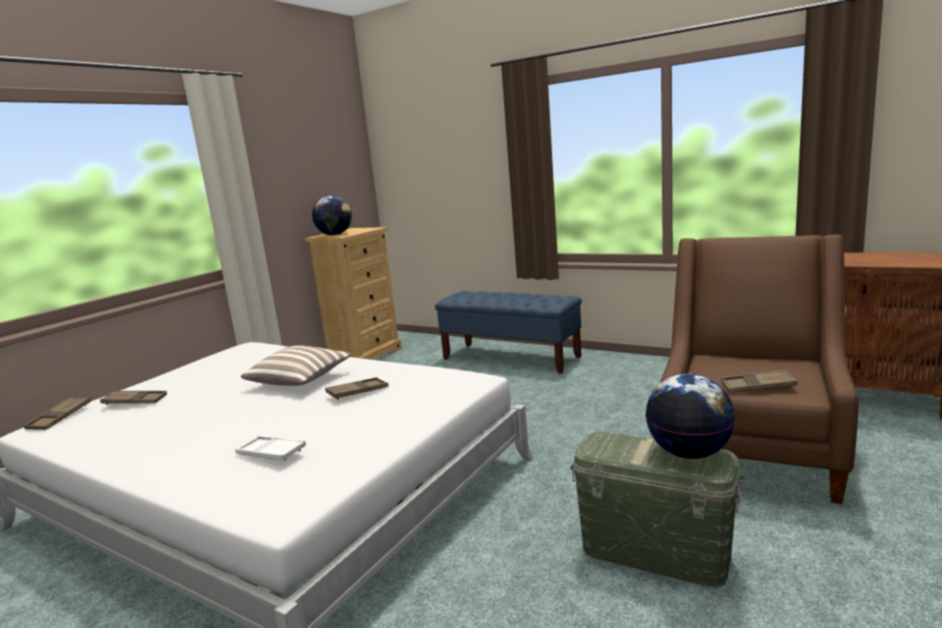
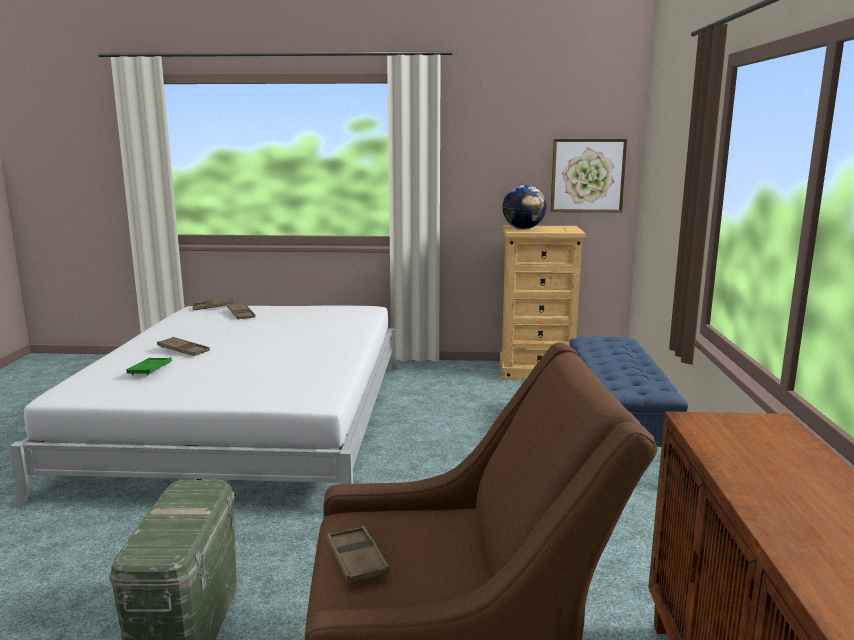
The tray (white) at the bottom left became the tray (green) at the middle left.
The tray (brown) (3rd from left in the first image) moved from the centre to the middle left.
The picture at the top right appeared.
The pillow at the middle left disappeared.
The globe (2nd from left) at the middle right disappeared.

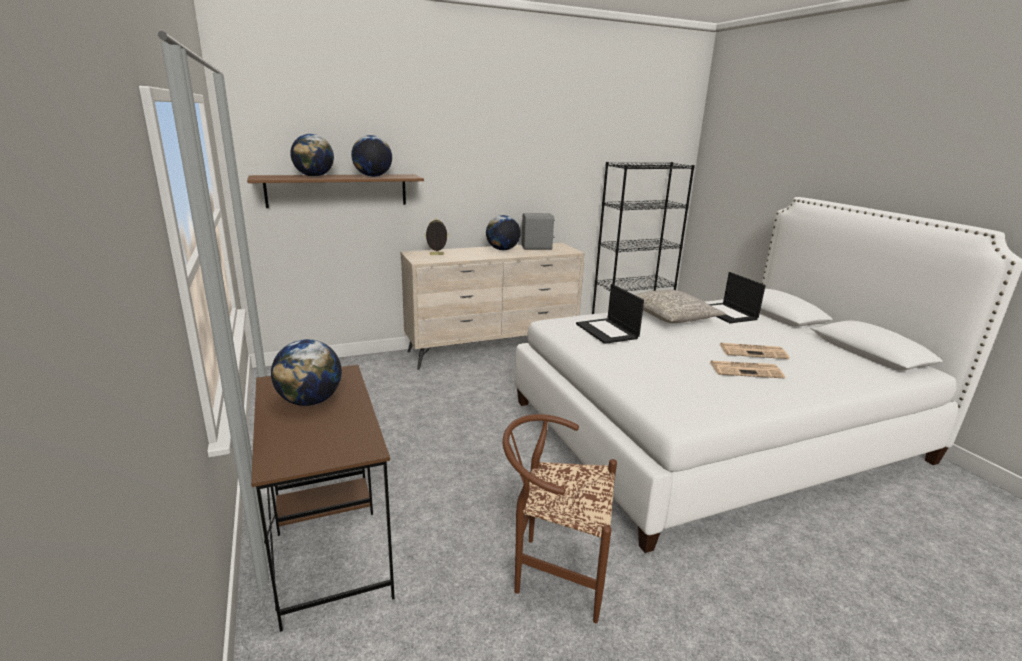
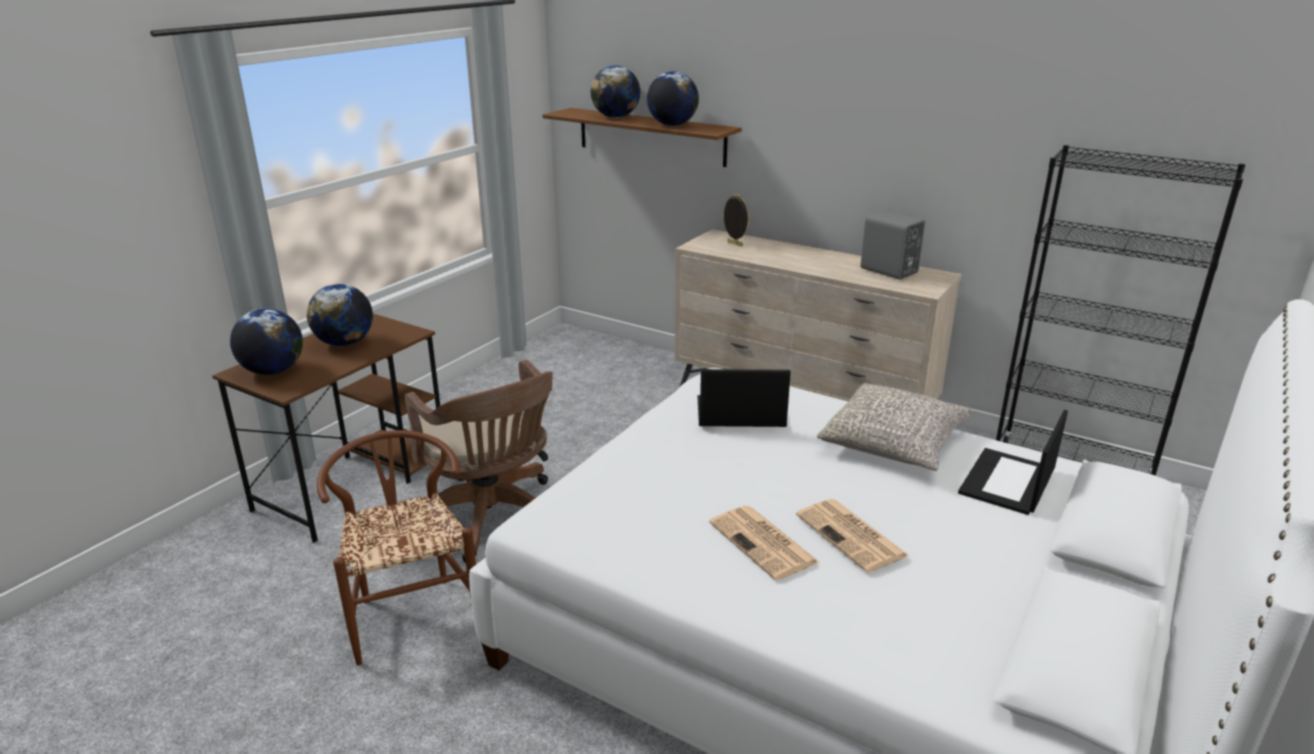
The globe (4th from left in the first image) moved from the centre to the middle left.
The office chair (brown) at the centre appeared.
The laptop (1st from left) at the centre turned 60 degrees clockwise.

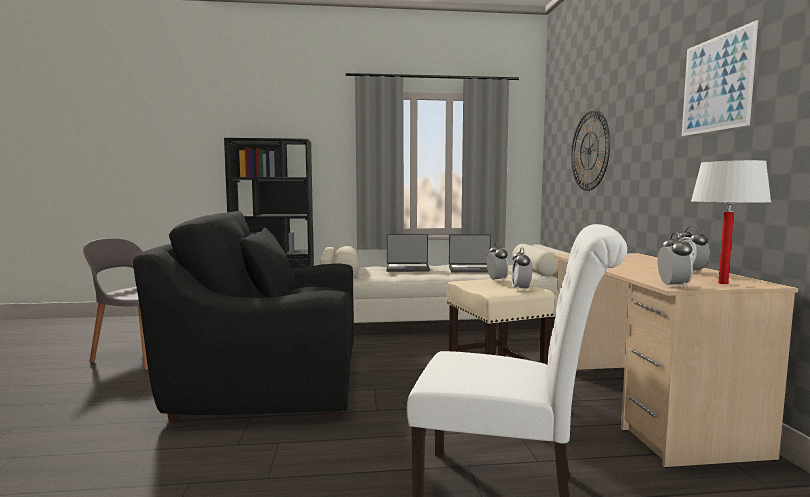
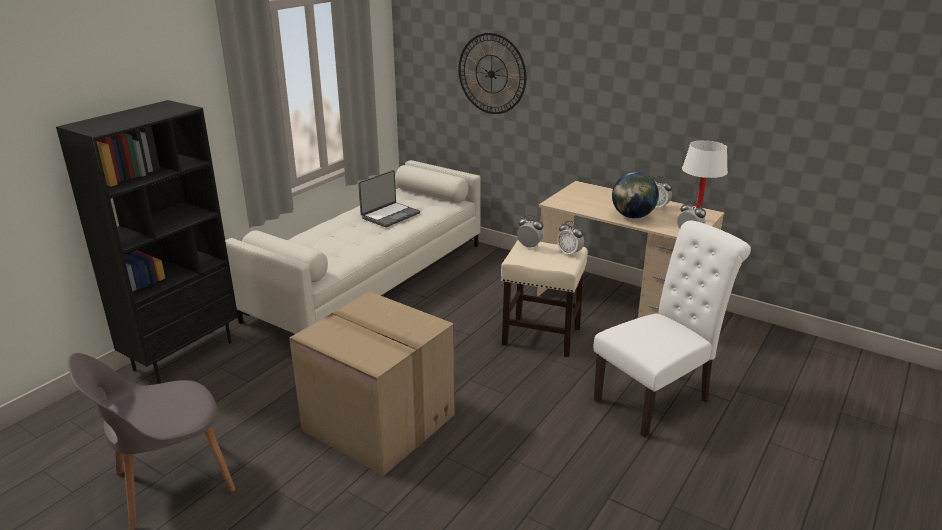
The armchair (black) at the middle left was replaced by the cardboard box at the bottom centre.
The globe at the middle right appeared.
The laptop (1st from left) at the centre disappeared.
The picture at the top right disappeared.

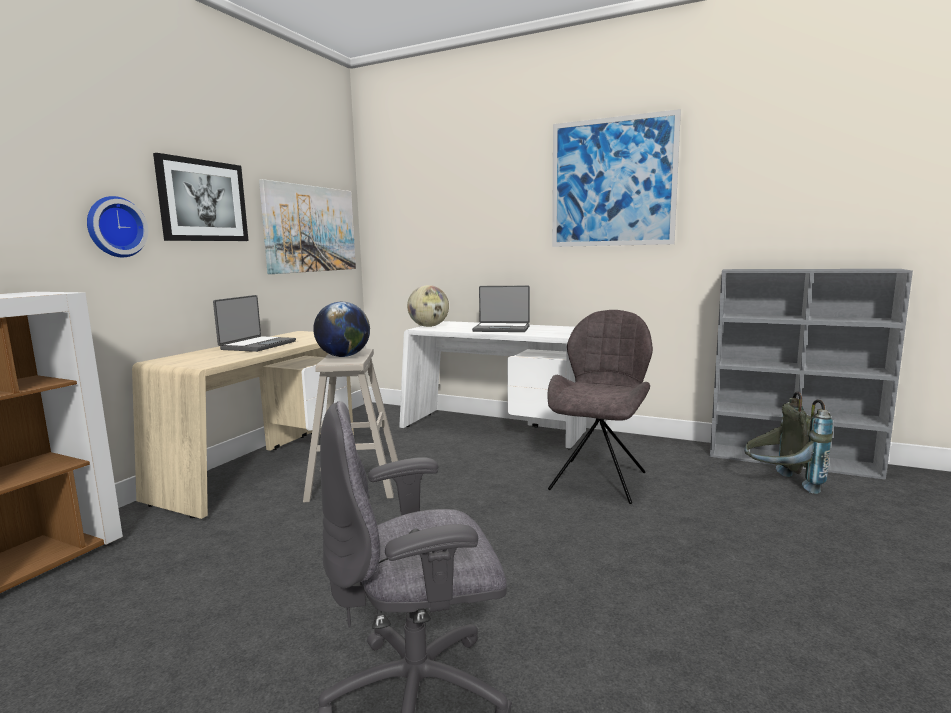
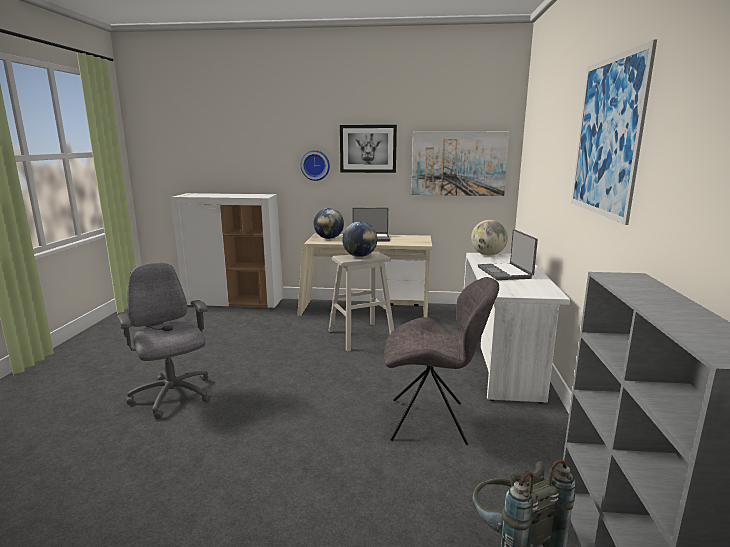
The globe (1st from left) at the centre appeared.

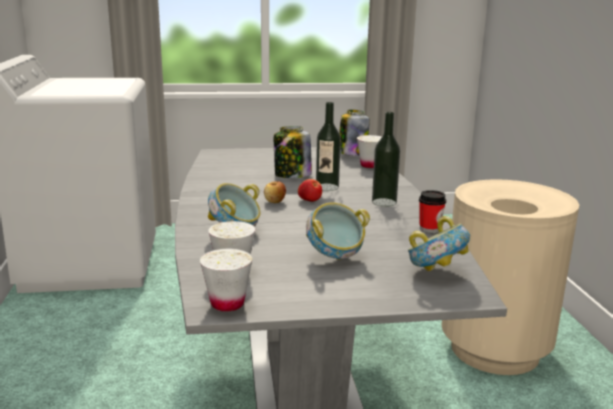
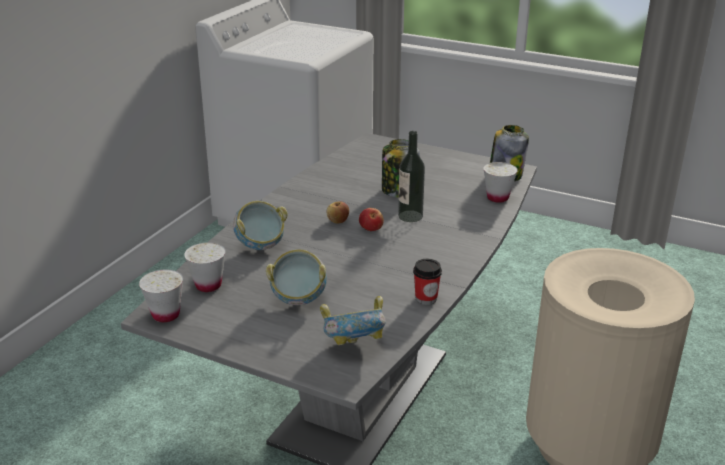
The bottle (2nd from left) at the centre disappeared.

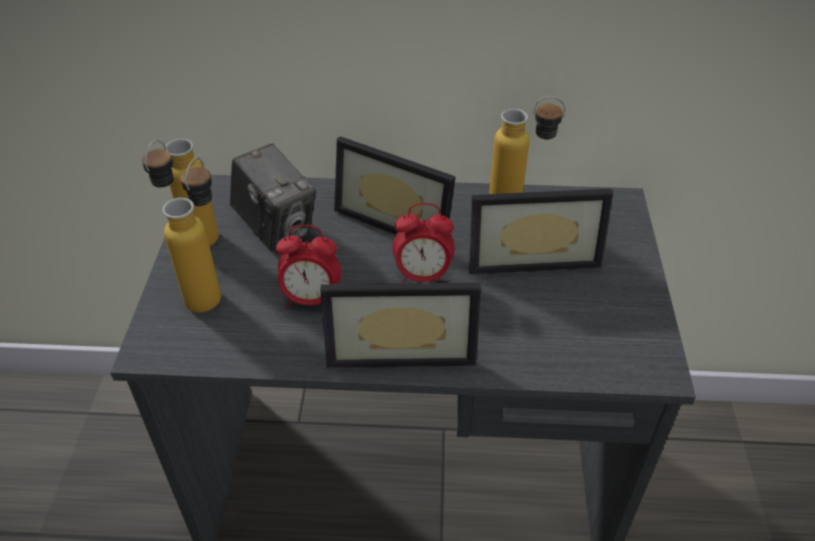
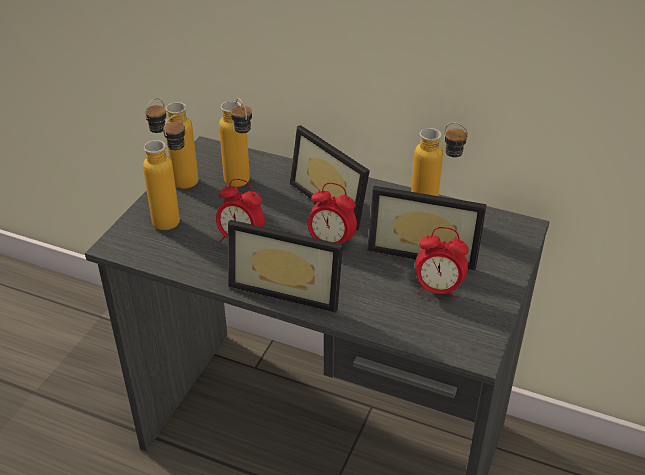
The photo camera at the centre was replaced by the bottle (3rd from left) at the top centre.
The alarm clock (3rd from left) at the middle right appeared.

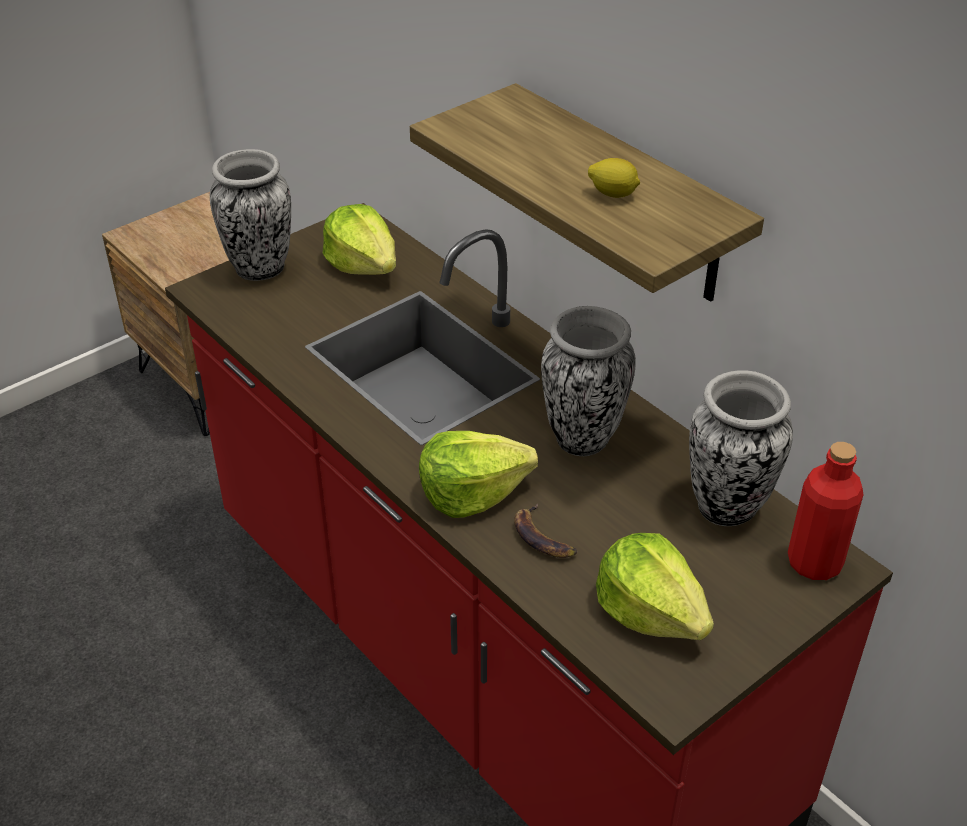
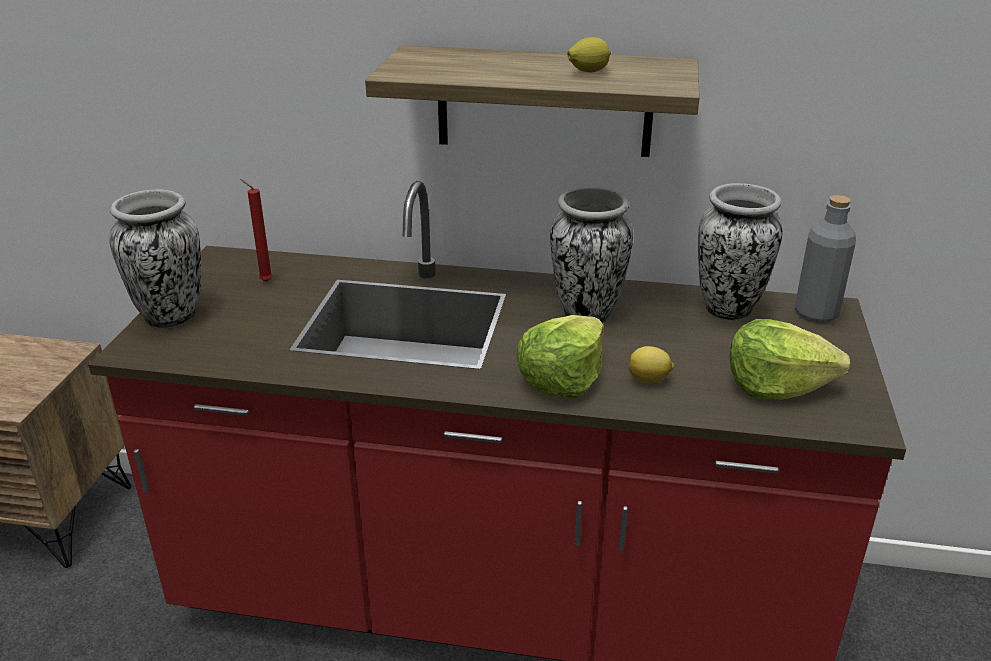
The lettuce (1st from left) at the top centre was replaced by the candle (red) at the middle left.
The banana at the centre was replaced by the lemon (2nd from left) at the centre.
The bottle (red) at the middle right became the bottle (grey) at the middle right.

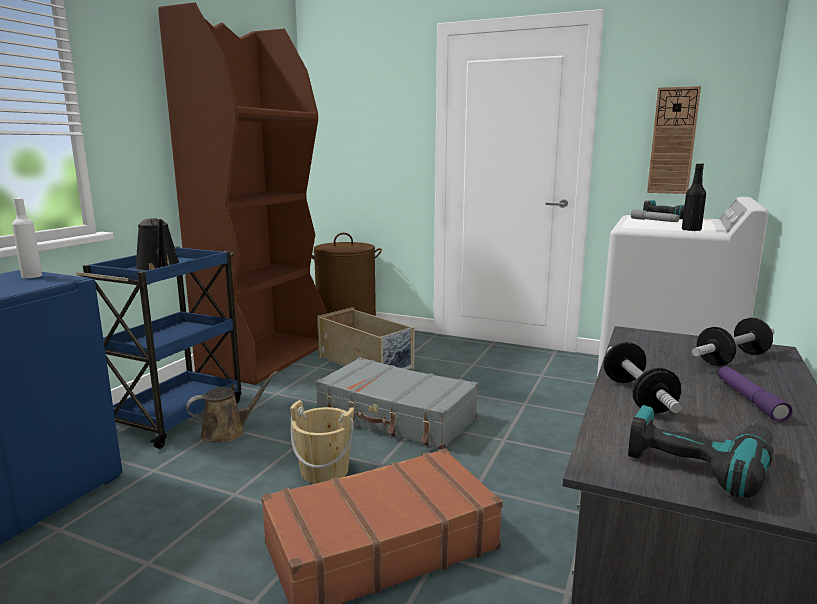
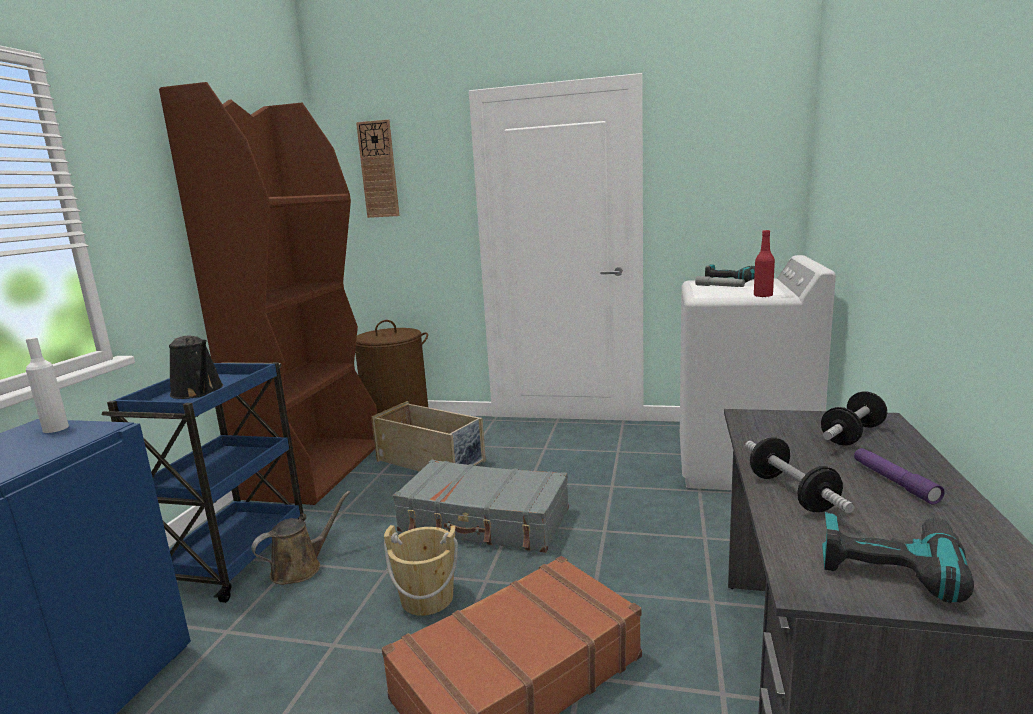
The wall clock moved from the top right to the top centre.
The bottle (black) at the top right became the bottle (red) at the middle right.

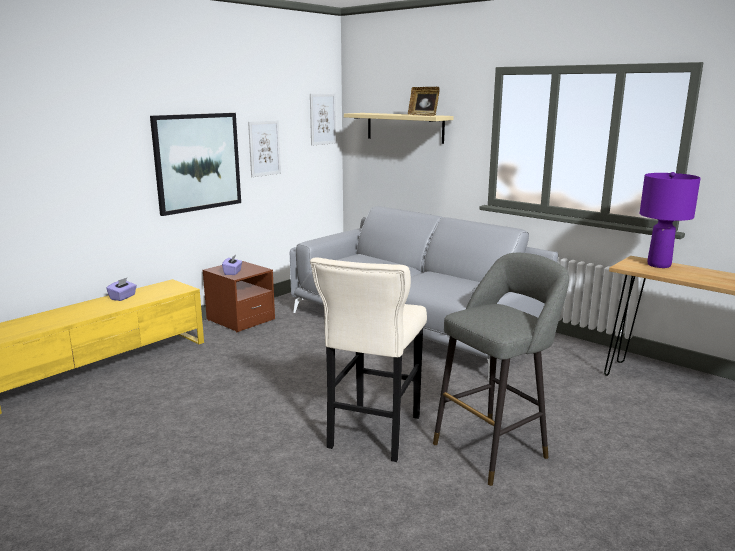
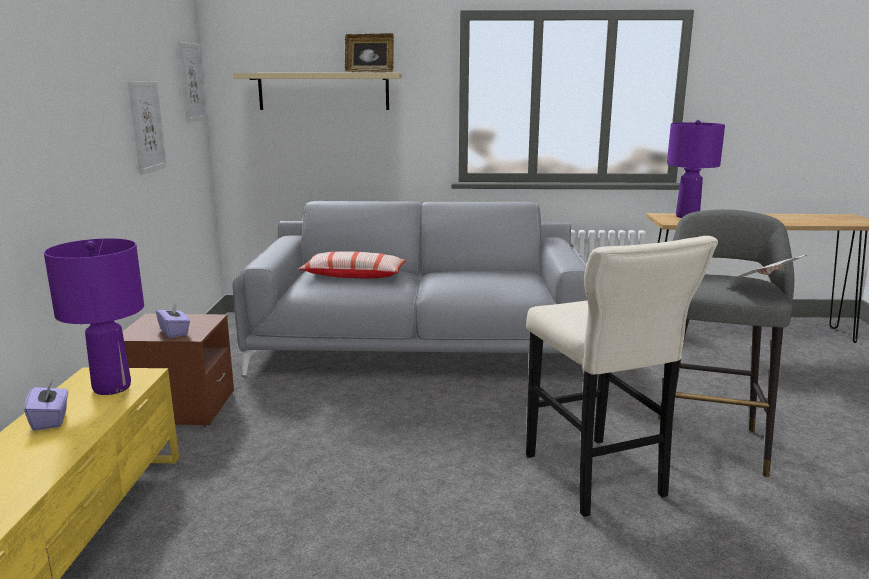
The table lamp (purple) (1st from left) at the middle left appeared.
The pillow at the centre appeared.
The newspaper at the middle right appeared.
The picture (1st from left) at the top left disappeared.

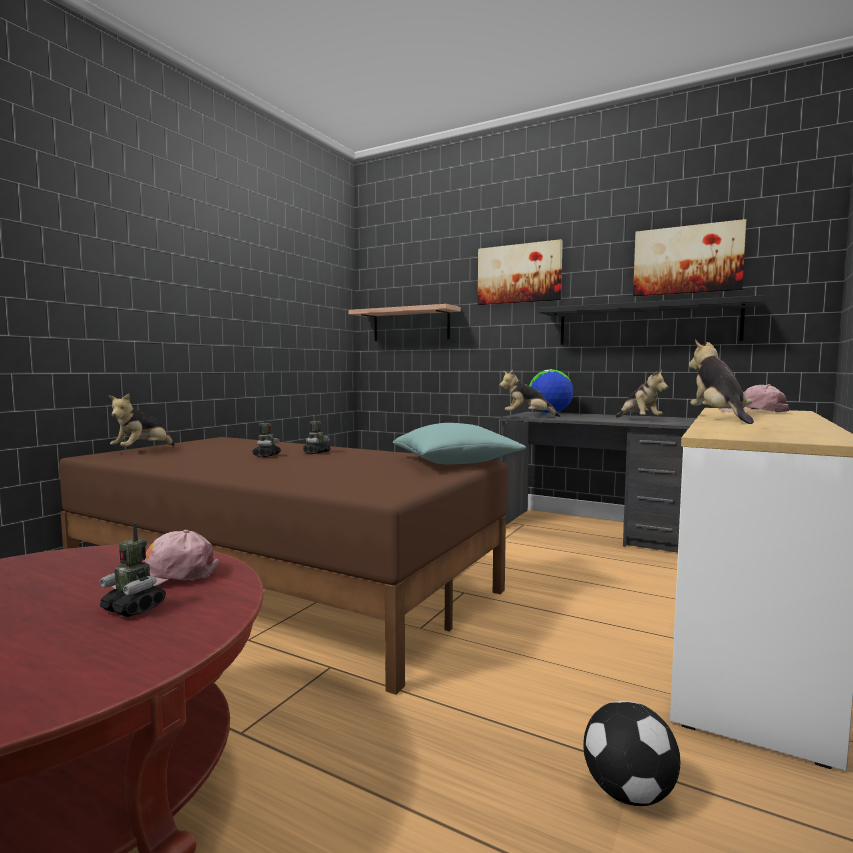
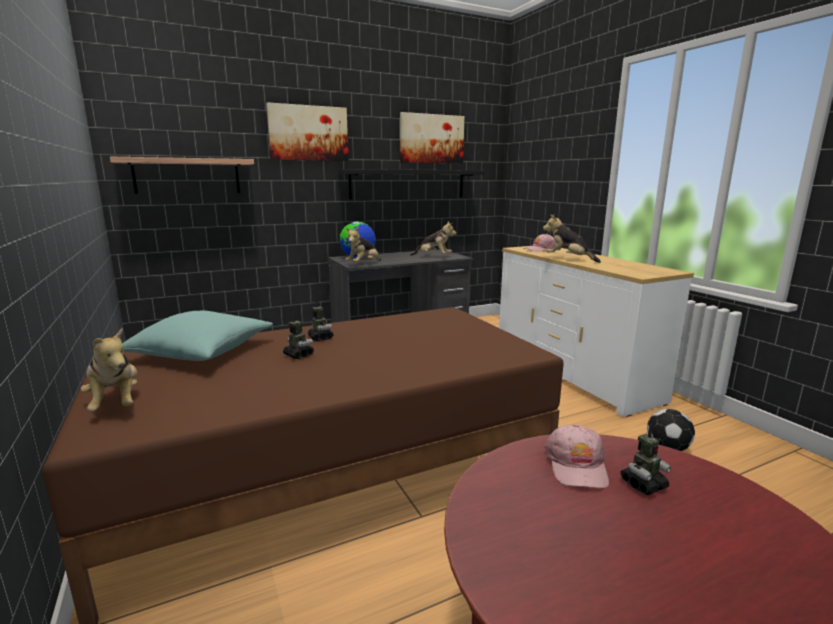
The pillow (turquoise) moved from the centre to the middle left.

